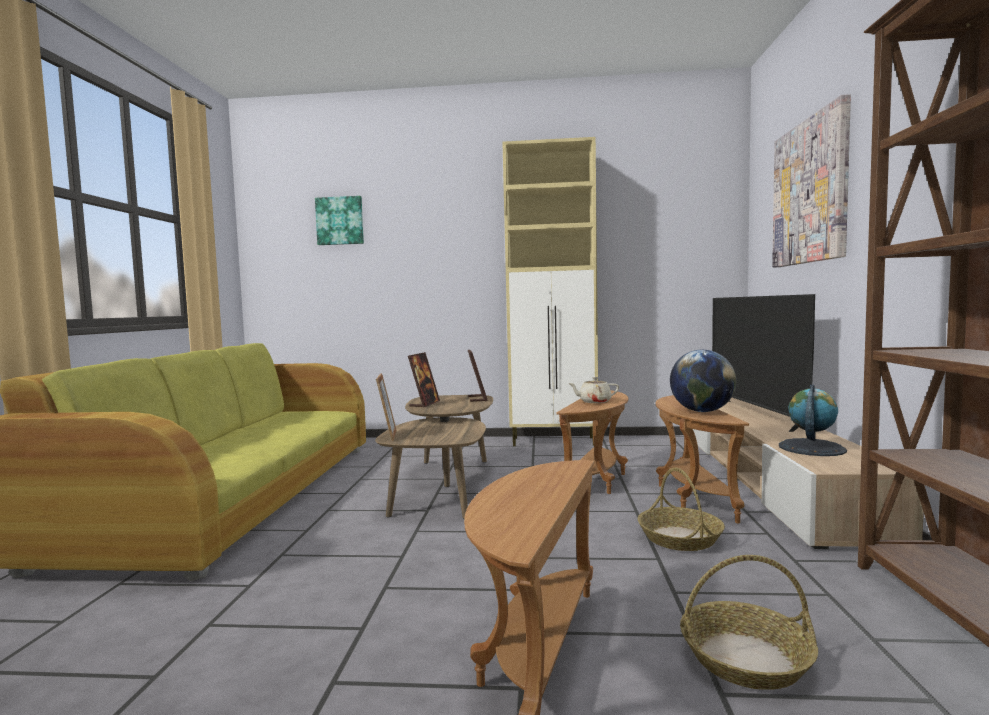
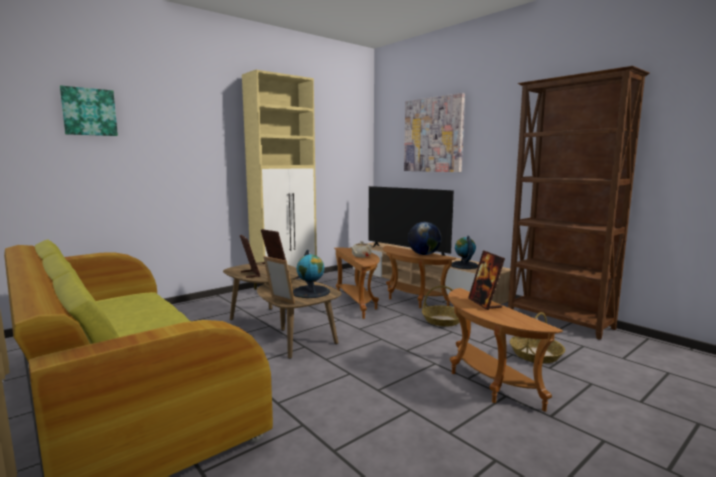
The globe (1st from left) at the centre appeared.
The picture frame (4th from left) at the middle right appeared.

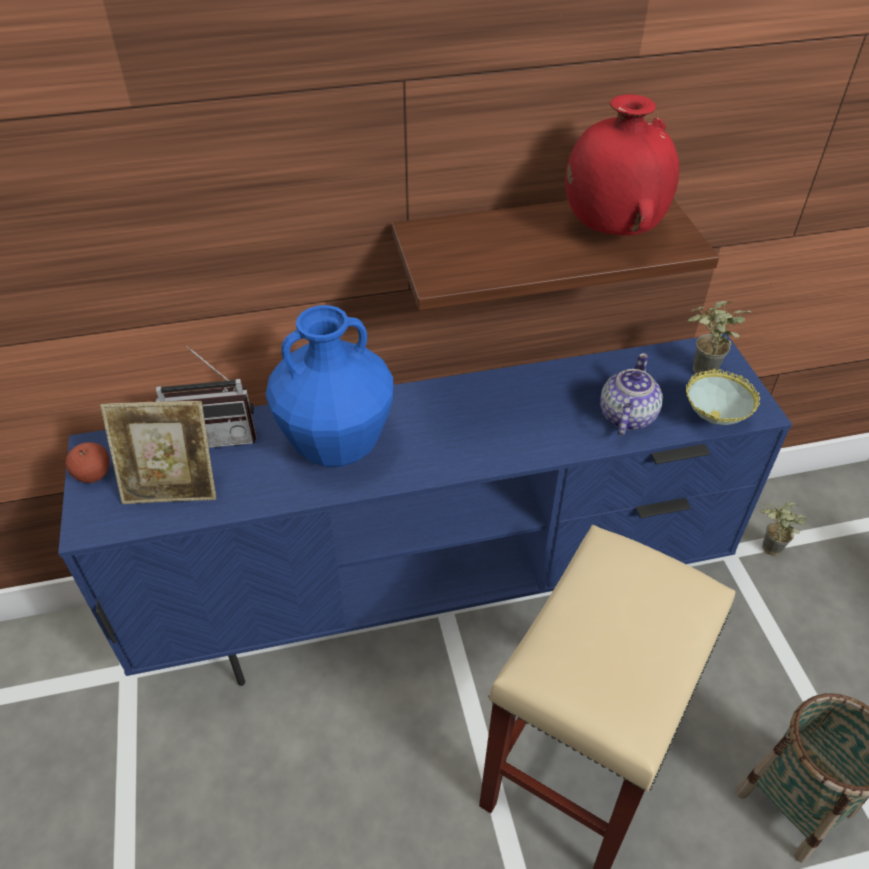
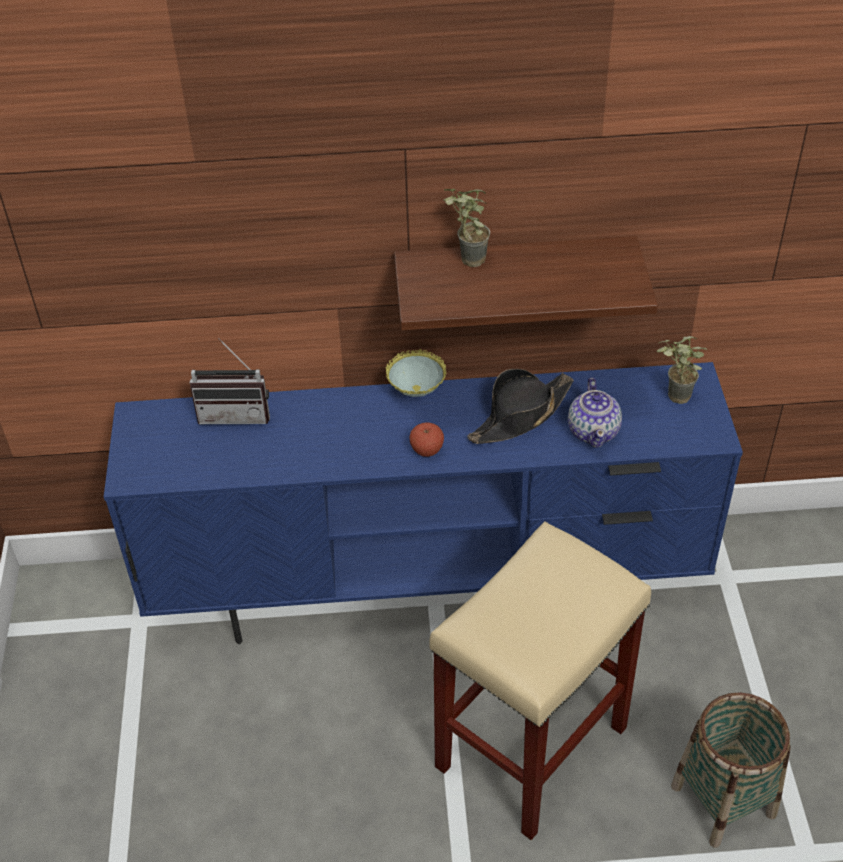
The bowl moved from the middle right to the centre.
The apple moved from the middle left to the centre.
The potted plant (2nd from left in the first image) moved from the middle right to the top centre.
The hat (black) at the centre appeared.
The teapot at the middle right turned 150 degrees clockwise.
The picture frame at the middle left disappeared.
The vase (blue) at the centre disappeared.
The vase (red) at the top right disappeared.

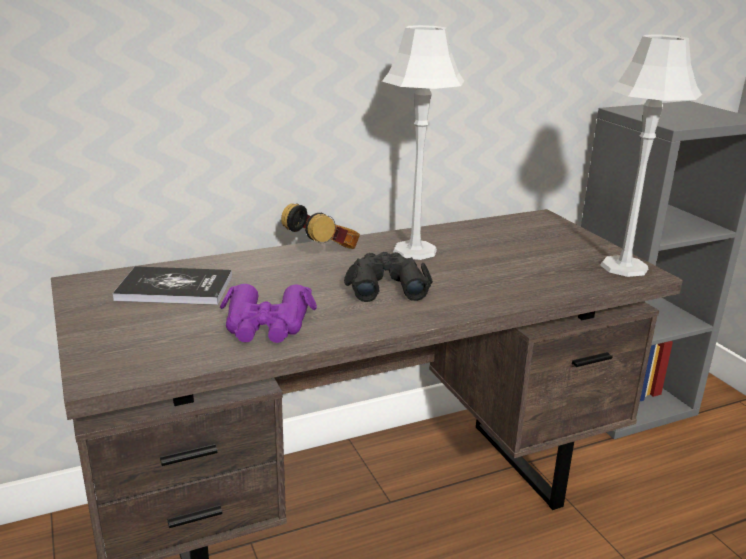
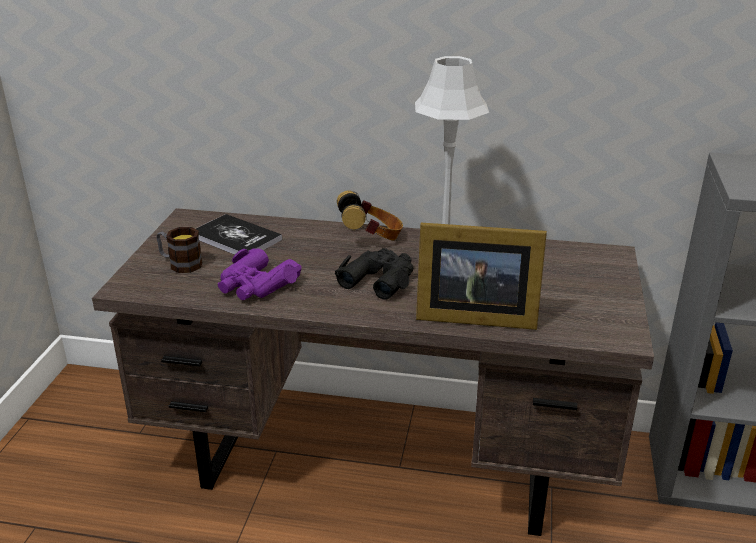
The mug at the middle left appeared.
The picture frame at the centre appeared.
The table lamp (grey) (2nd from left) at the top right disappeared.

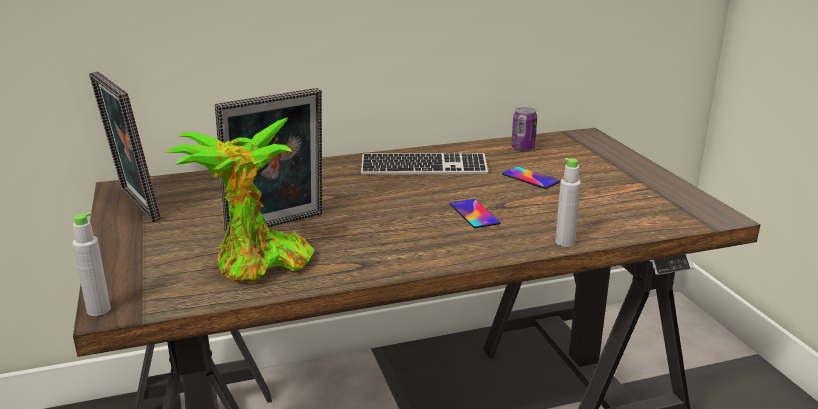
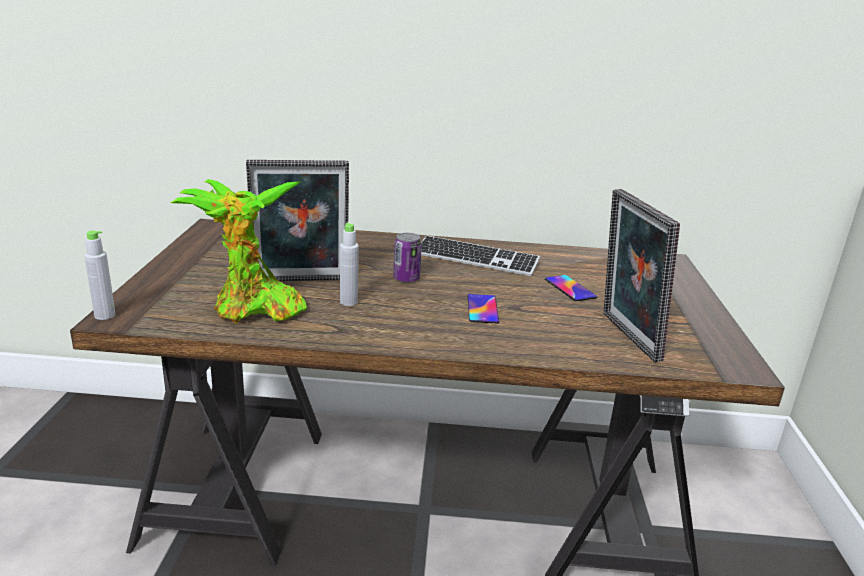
The bottle (grey) (2nd from left) moved from the middle right to the centre.
The can moved from the top centre to the centre.
The picture frame (1st from left in the first image) moved from the middle left to the middle right.

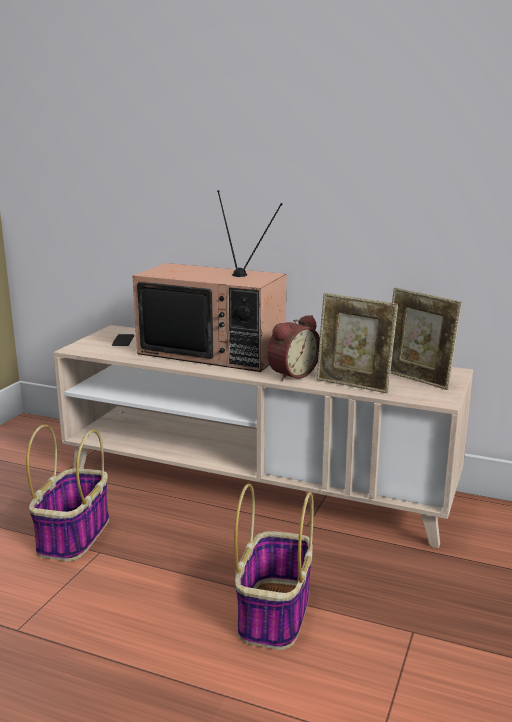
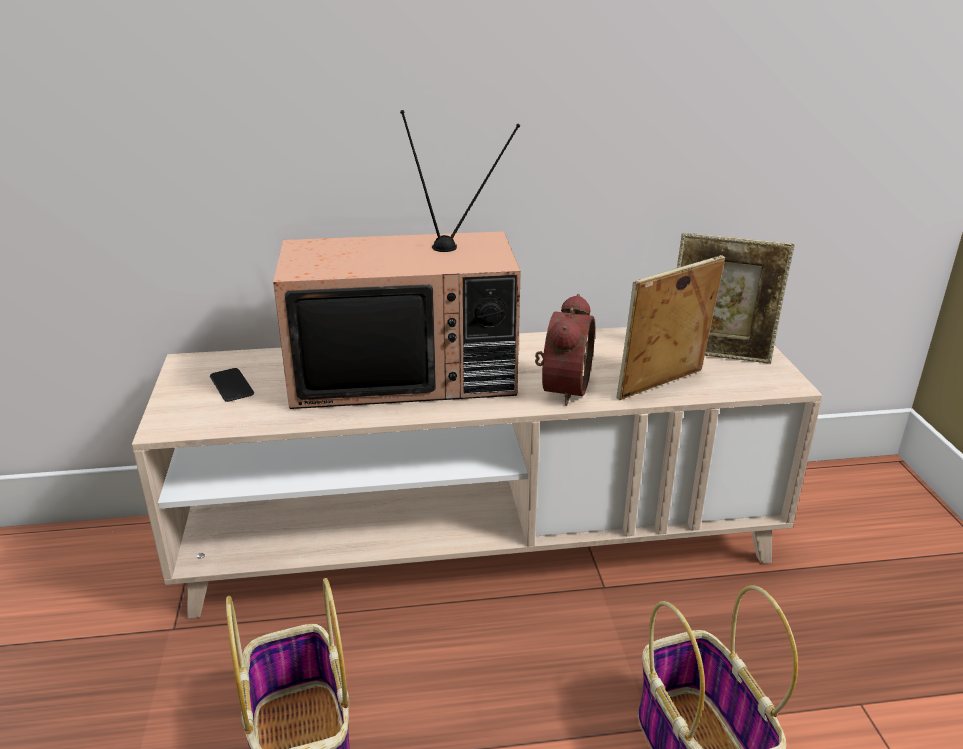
The picture frame (1st from left) at the middle right turned 150 degrees clockwise.

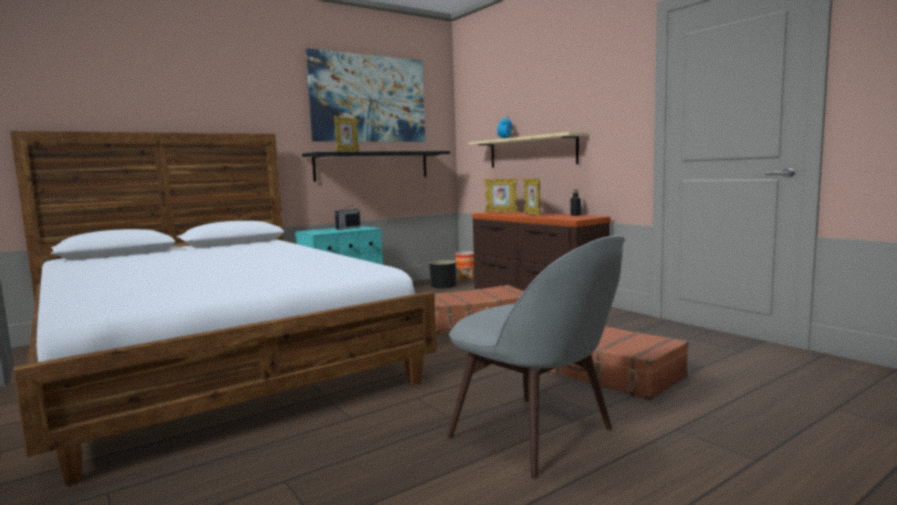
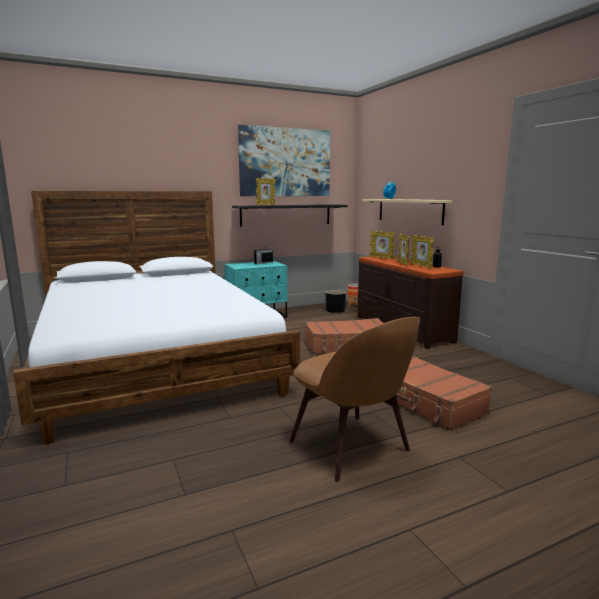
The chair (grey) at the bottom centre became the chair (brown) at the centre.
The picture frame (4th from left) at the middle right appeared.

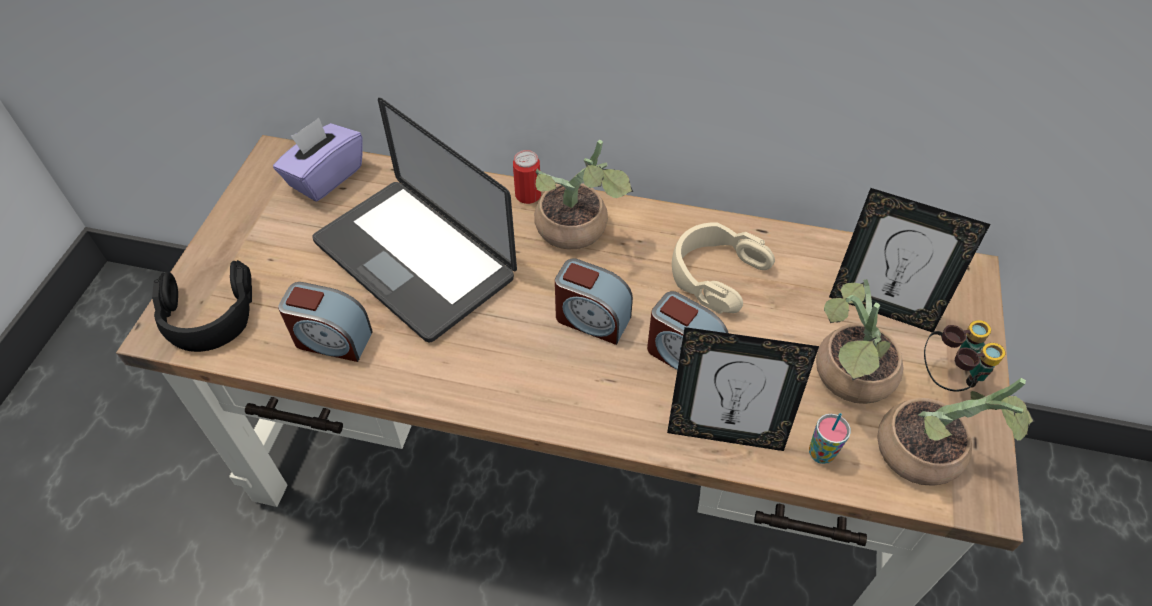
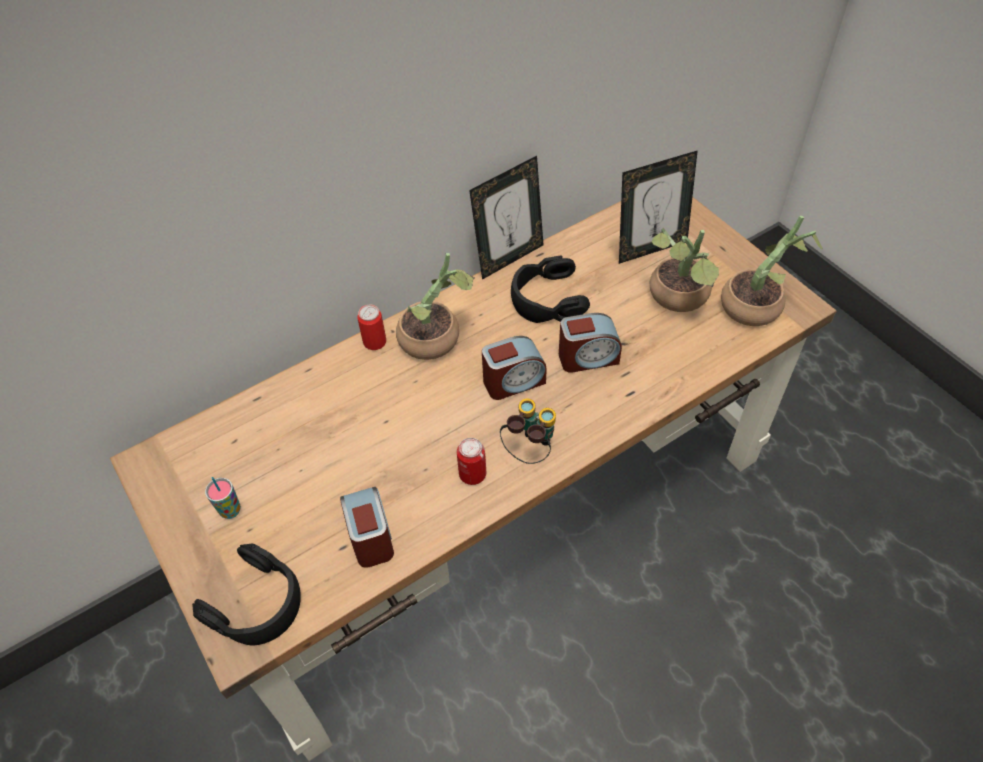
The cup moved from the bottom right to the middle left.
The alarm clock (1st from left) at the middle left turned 75 degrees counterclockwise.
The can (2nd from left) at the centre appeared.
The picture frame (1st from left) moved from the centre to the top centre.
The binoculars moved from the middle right to the centre.
The headphones (beige) at the centre became the headphones (black) (2nd from left) at the centre.
The tissue box (purple) at the top left disappeared.
The laptop at the centre disappeared.

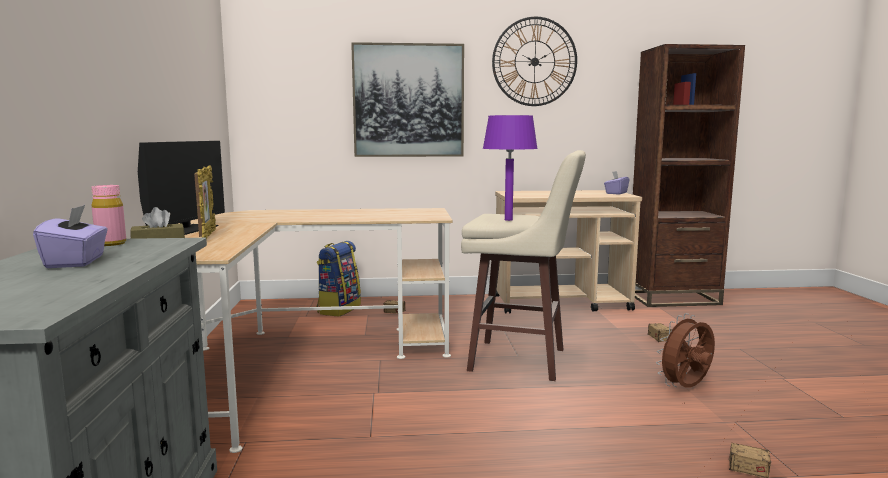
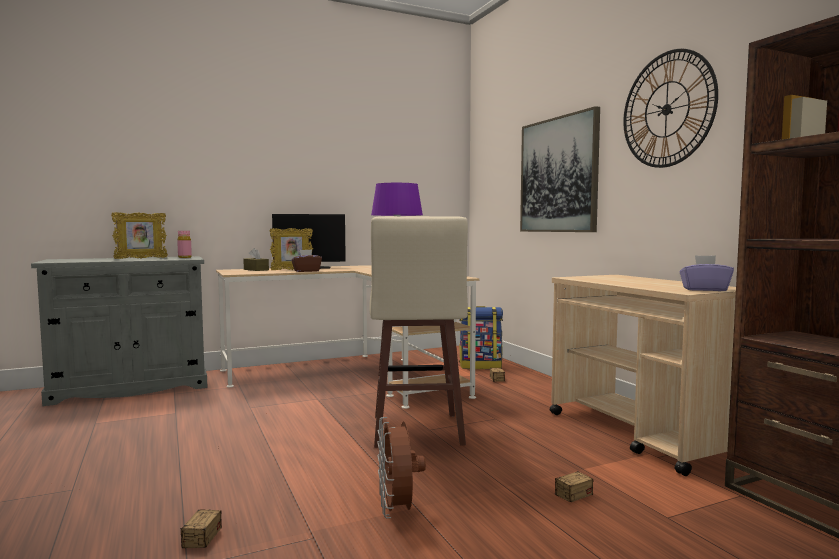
The tissue box (purple) (1st from left) at the middle left was replaced by the picture frame (1st from left) at the middle left.
The tissue box (brown) (2nd from left) at the centre appeared.
The fan (brown) at the bottom right turned 135 degrees counterclockwise.

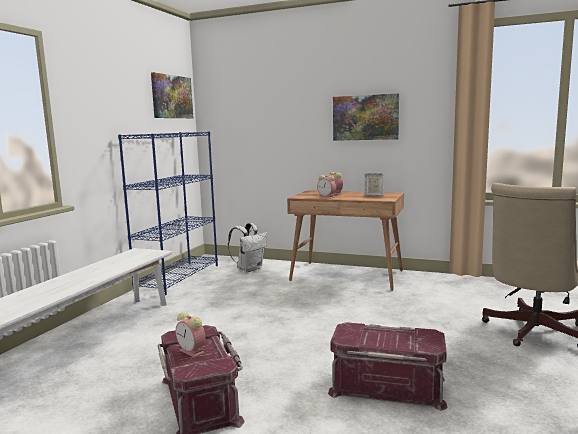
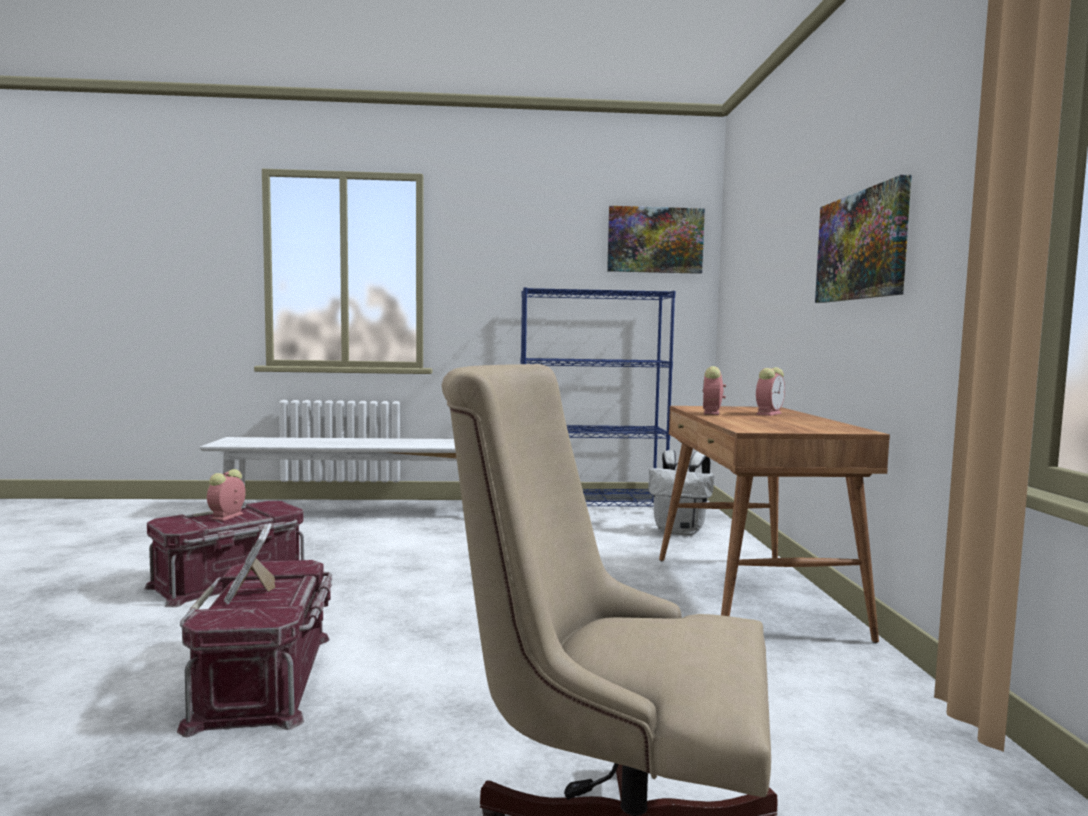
The picture frame moved from the centre to the bottom left.

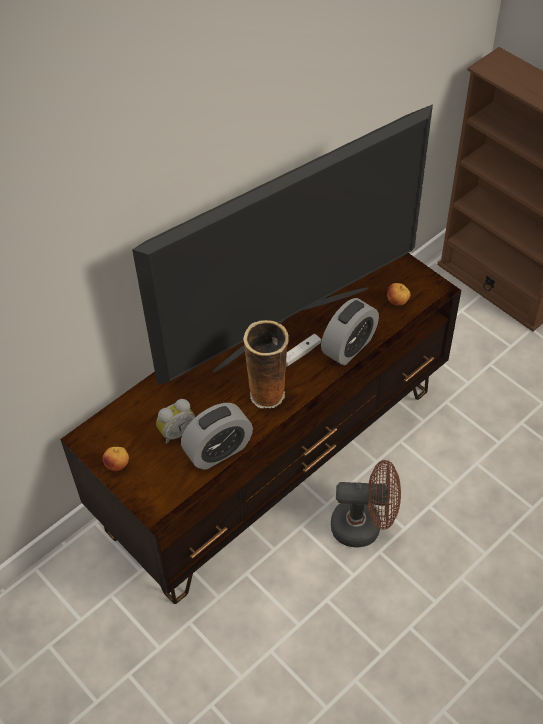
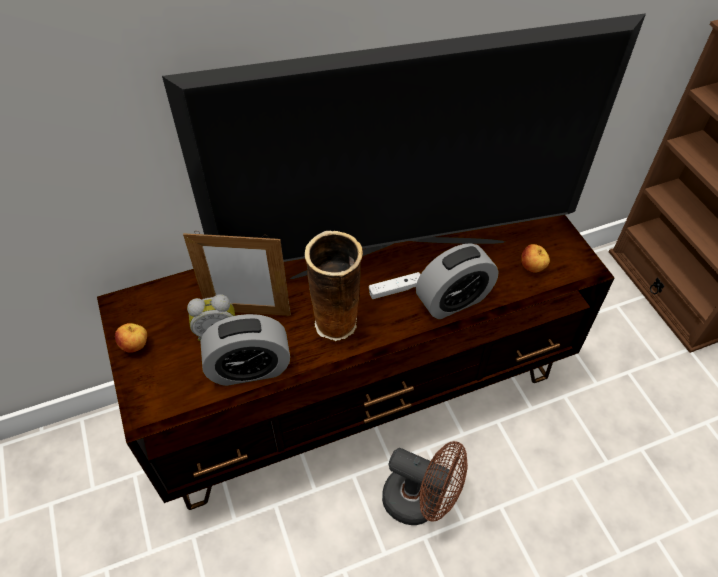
The picture frame at the middle left appeared.

